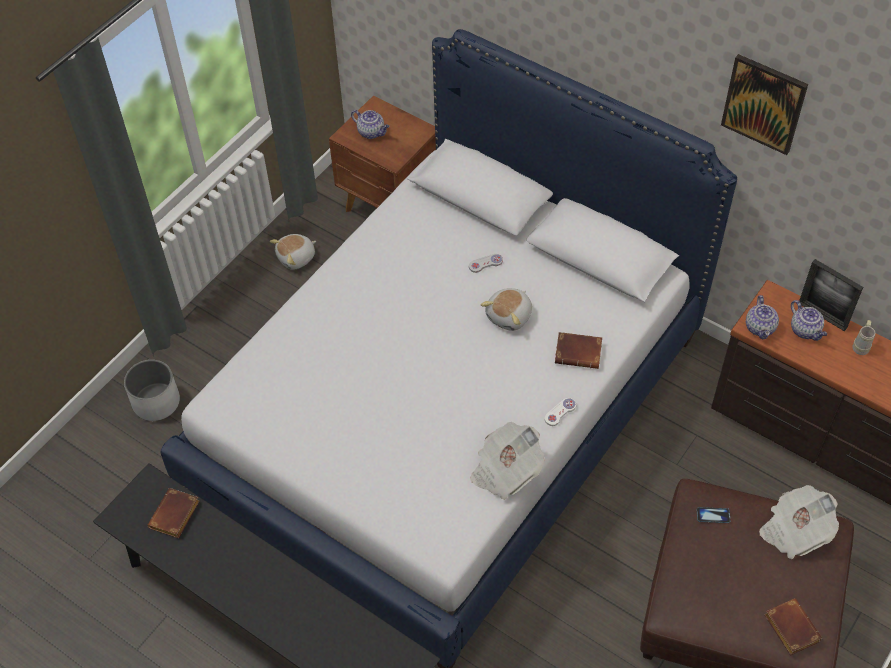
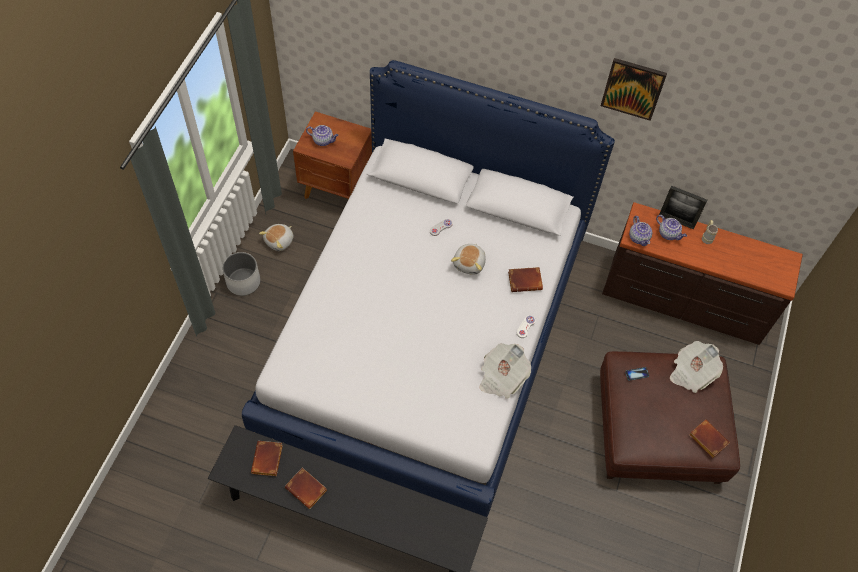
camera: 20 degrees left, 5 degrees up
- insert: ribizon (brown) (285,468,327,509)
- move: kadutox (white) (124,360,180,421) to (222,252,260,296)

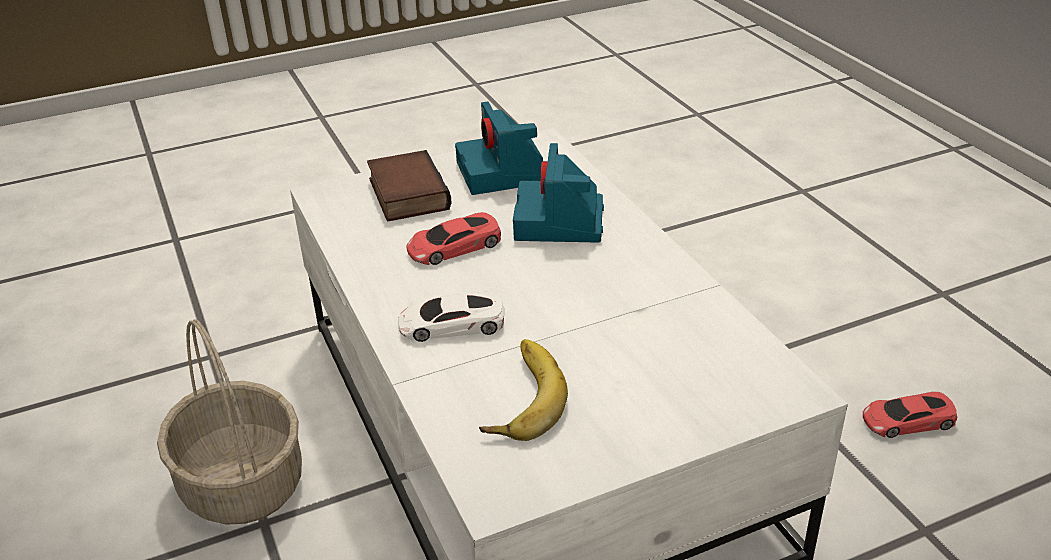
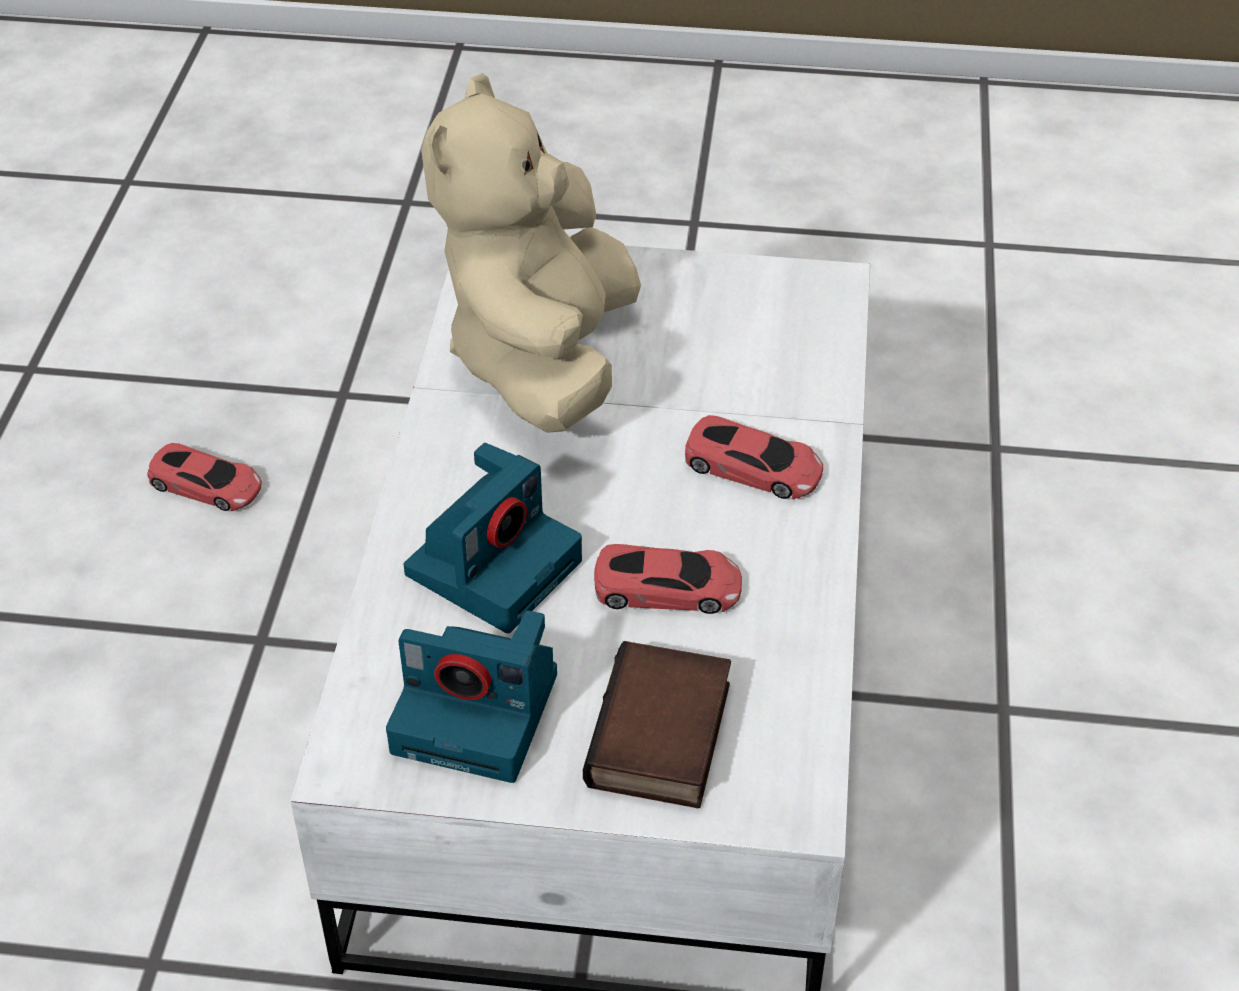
camera: 150 degrees left, 10 degrees up
- delete: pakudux (157,319,302,525)
- delete: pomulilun (479,339,568,441)
- insert: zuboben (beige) (421,73,641,433)
- recolor: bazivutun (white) (398,292,504,342) to bazivutun (red) (685,415,823,500)
- rotate: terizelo (455,101,543,195) = (386,610,557,783) 90 degrees clockwise

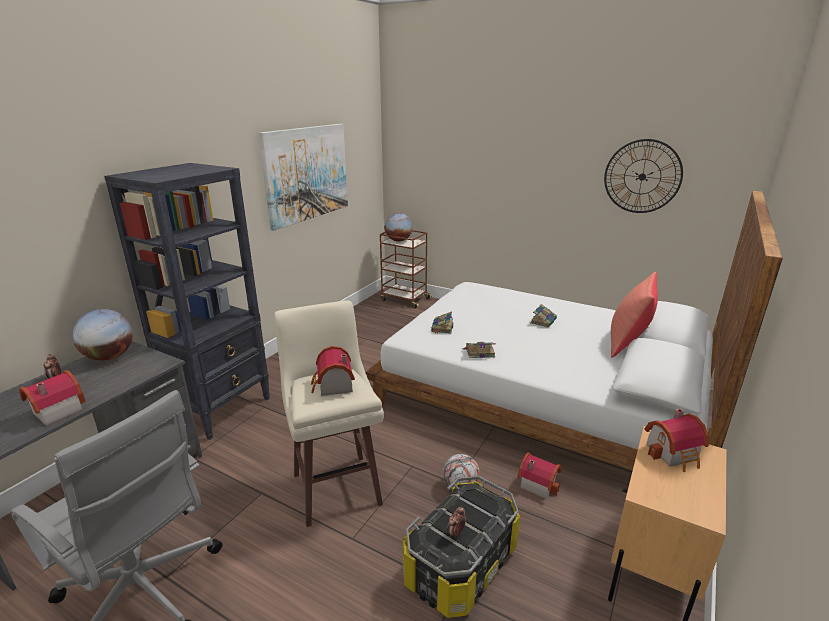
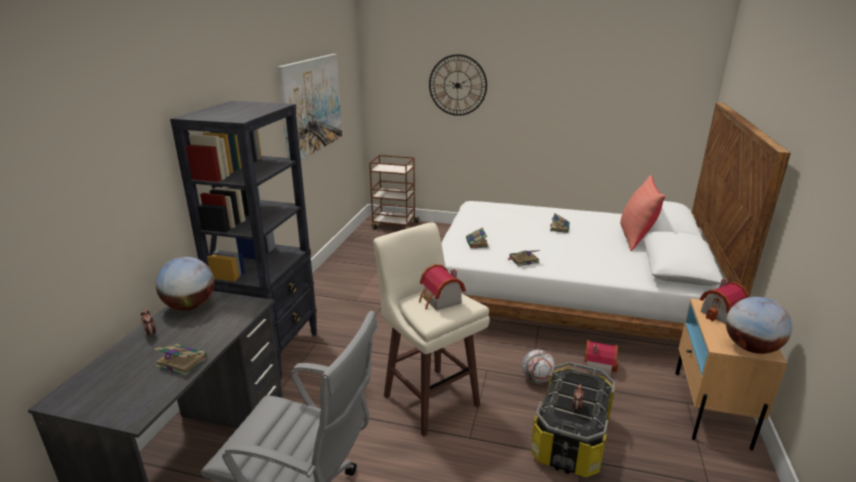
camera: 15 degrees left, 0 degrees up
- move: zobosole (384,213,413,242) to (726,297,792,354)
- move: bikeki (604,139,683,213) to (429,54,487,116)
- replace: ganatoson (19,370,86,426) to ribizon (154,344,207,376)

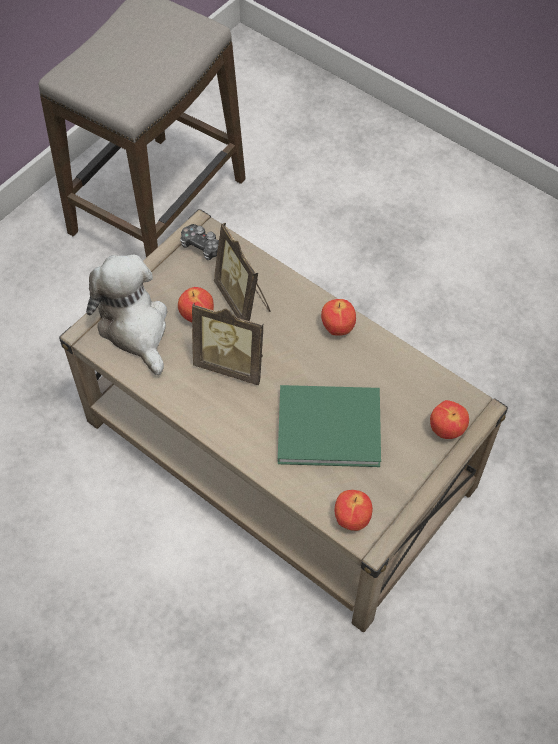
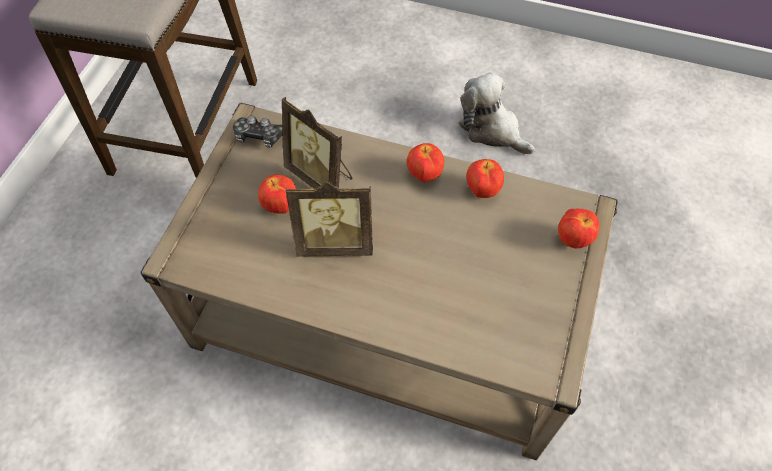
camera: 20 degrees left, 0 degrees up
- delete: ribizon (green) (278,385,381,467)
- move: zuboben (86,255,167,375) to (459,72,535,154)
- move: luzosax (334,490,373,531) to (466,159,504,198)

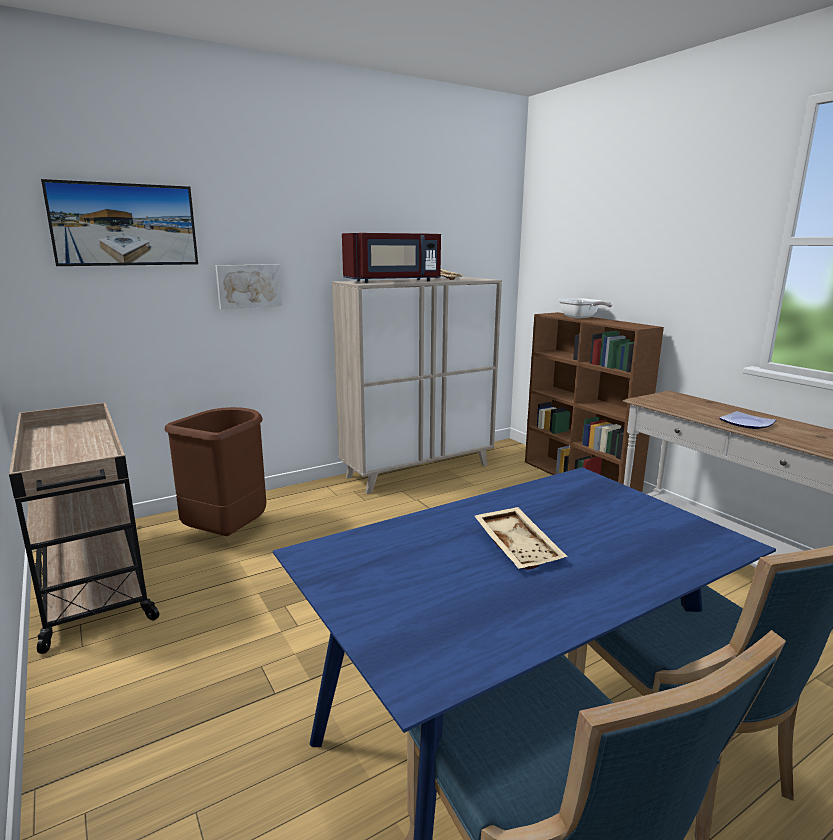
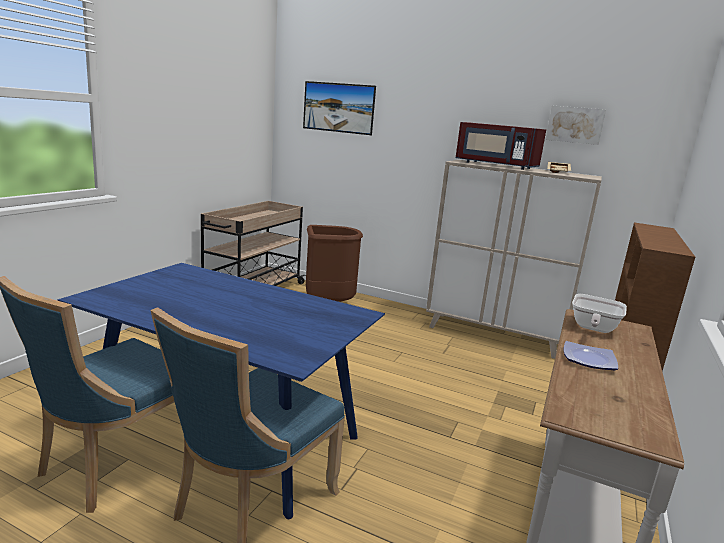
camera: 55 degrees right, 0 degrees up
- delete: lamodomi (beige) (474,507,568,570)
- move: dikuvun (215,264,282,309) to (545,106,606,145)
- move: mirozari (558,298,613,319) to (572,294,627,333)

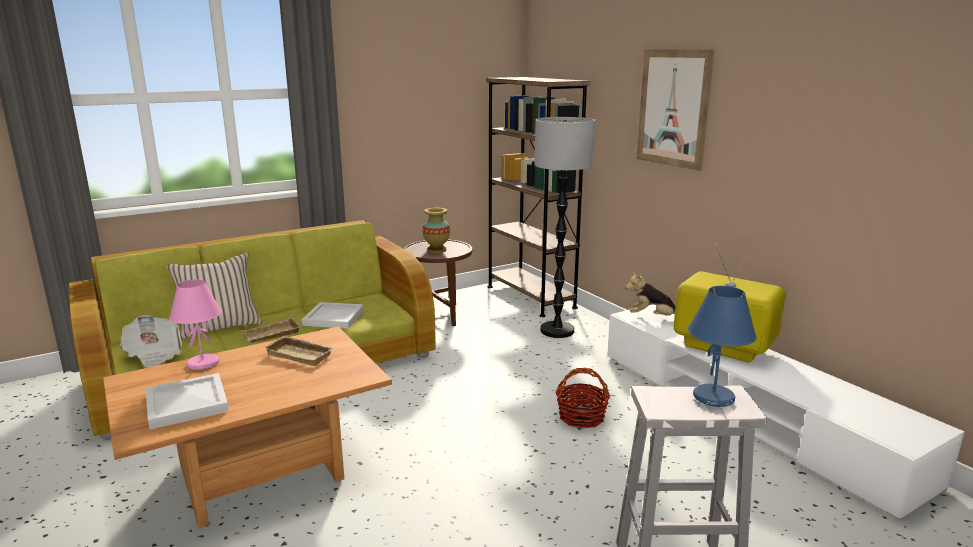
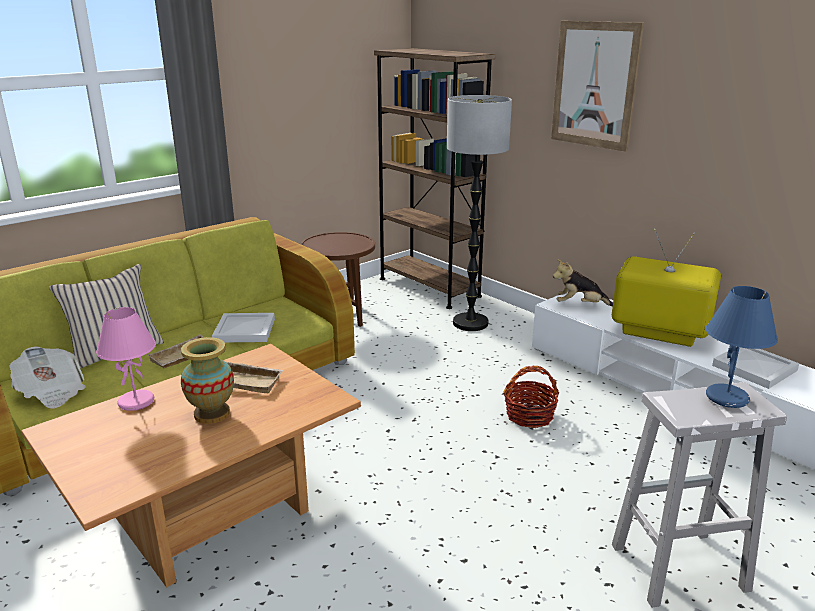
camera: 10 degrees left, 5 degrees up
- move: lamodomi (white) (146,373,229,429) to (712,347,799,389)
- move: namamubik (423,208,450,253) to (181,337,234,424)

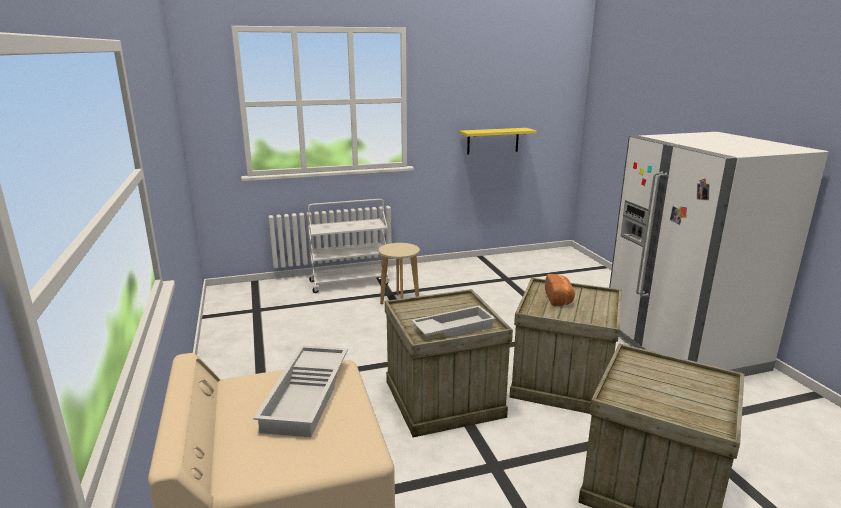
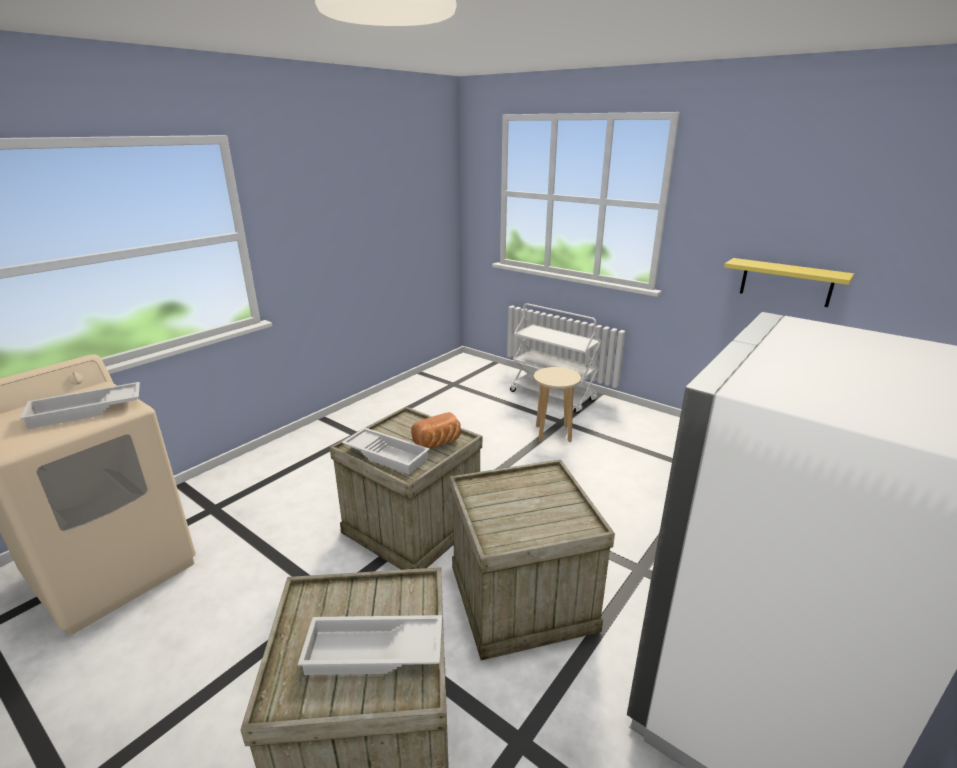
camera: 55 degrees right, 5 degrees up
- insert: lamodomi (white) (298,615,442,675)
- move: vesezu (545,274,575,306) to (411,412,461,449)

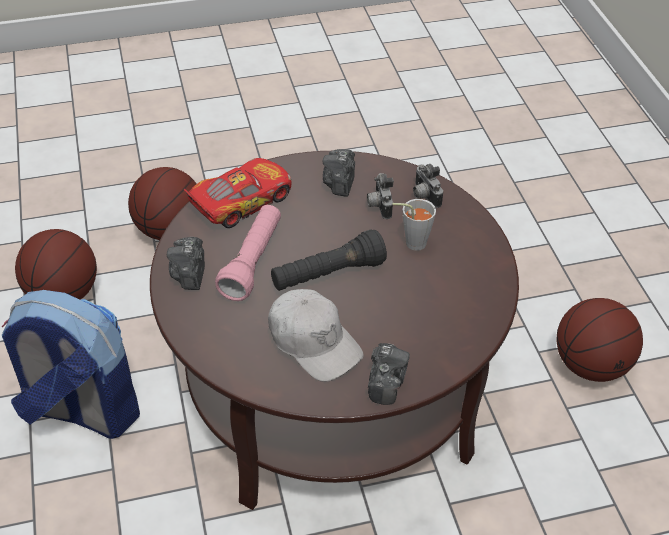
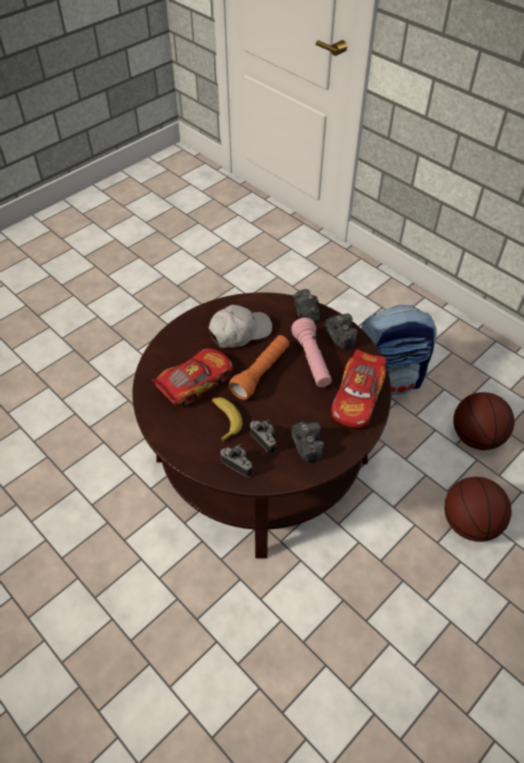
camera: 150 degrees right, 5 degrees up
- delete: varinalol (556,298,643,382)
- insert: bazivutun (152,348,233,407)
- move: terizelo (368,343,410,405) to (294,289,320,322)
- replace: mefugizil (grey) (393,199,436,251) to pomulilun (212,398,243,442)
- recolor: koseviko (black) (271,229,387,291) to koseviko (orange) (229,335,290,400)
- rotate: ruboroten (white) (268,289,363,382) = (208,305,272,348) 135 degrees clockwise

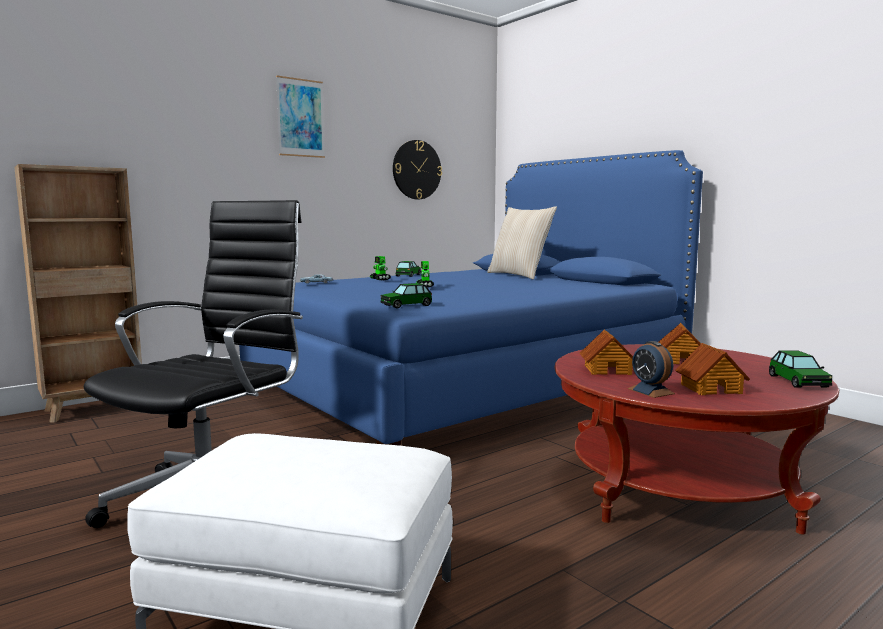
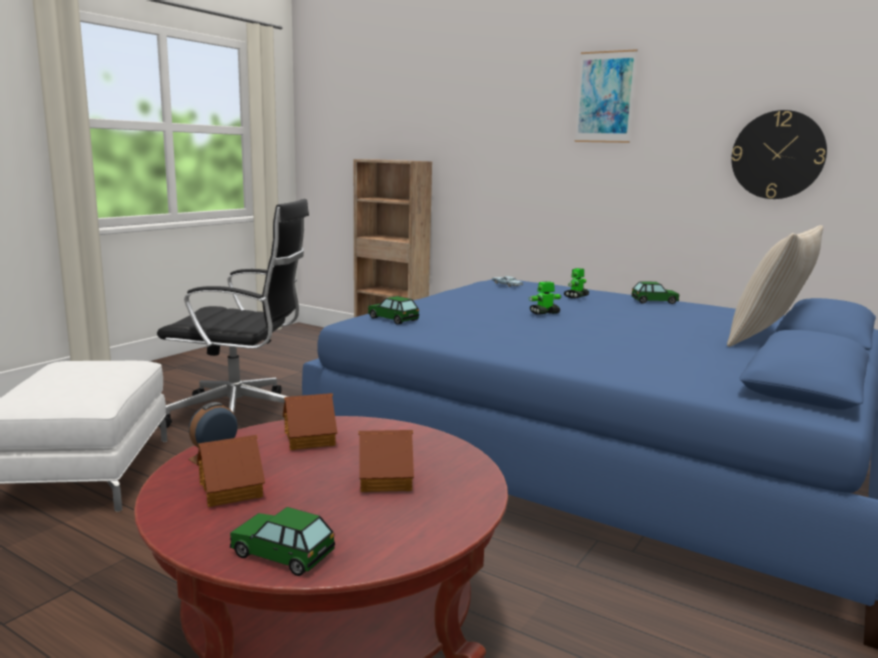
camera: 70 degrees right, 5 degrees up
- rotate: bazivutun (769,351,832,388) = (230,507,335,576) 45 degrees clockwise

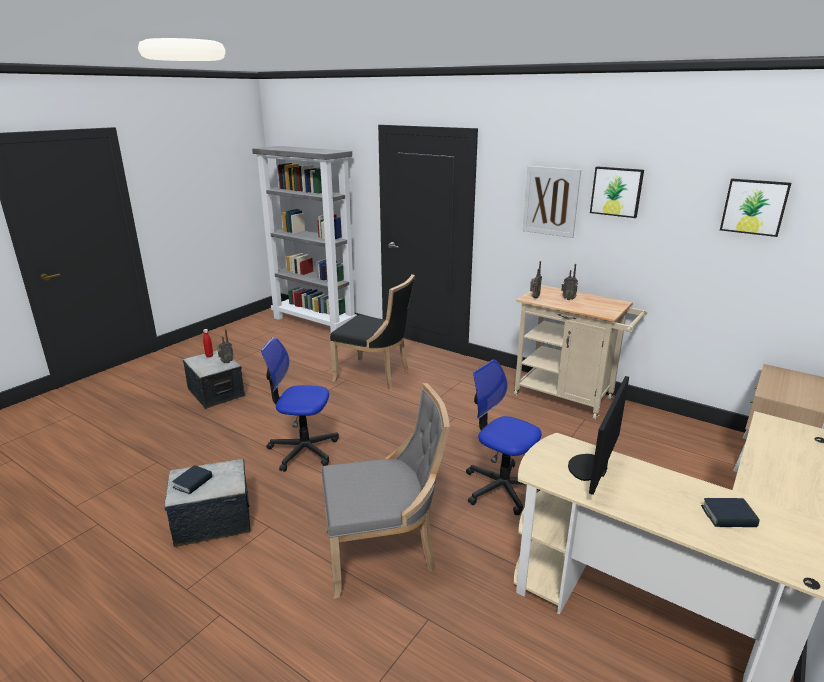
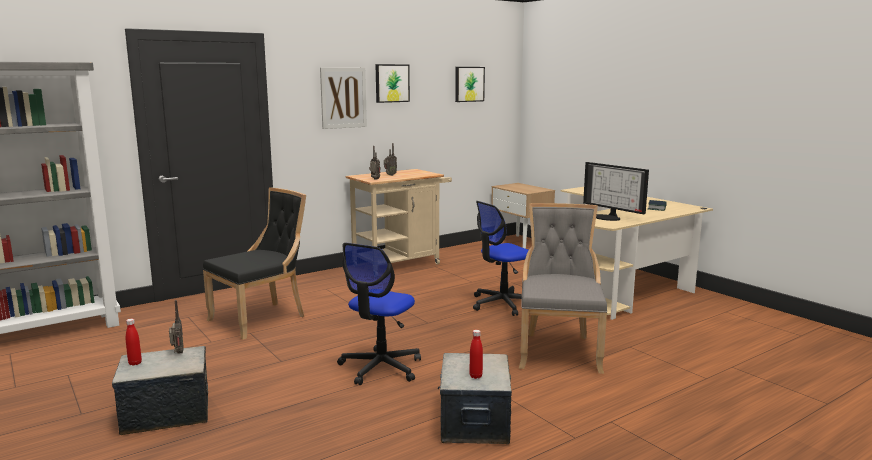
camera: 70 degrees left, 10 degrees down
- replace: ribizon (172,465,212,495) to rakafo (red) (469,330,483,379)

